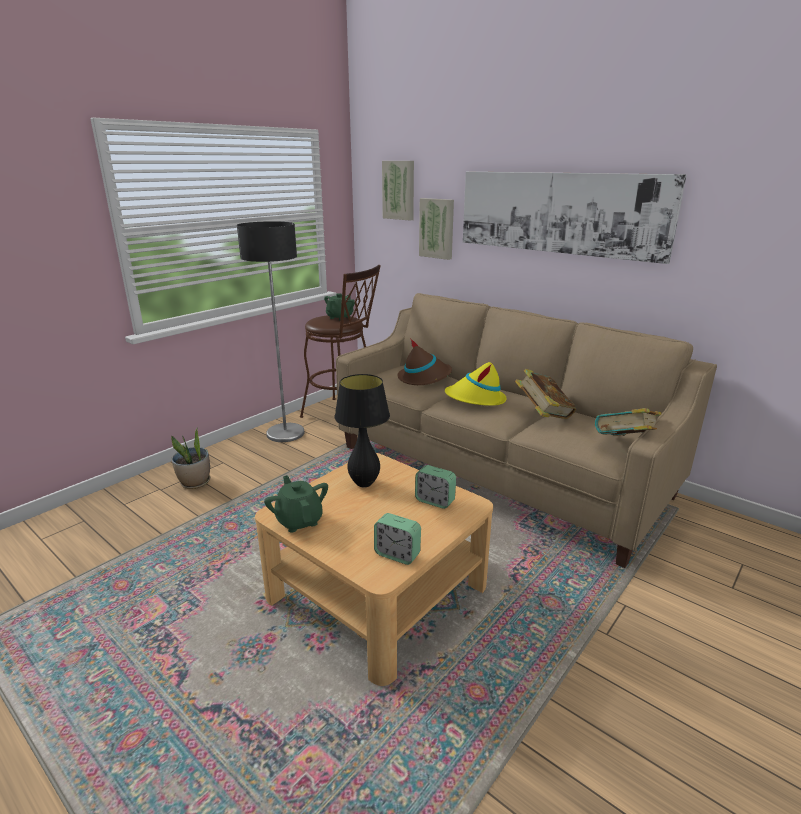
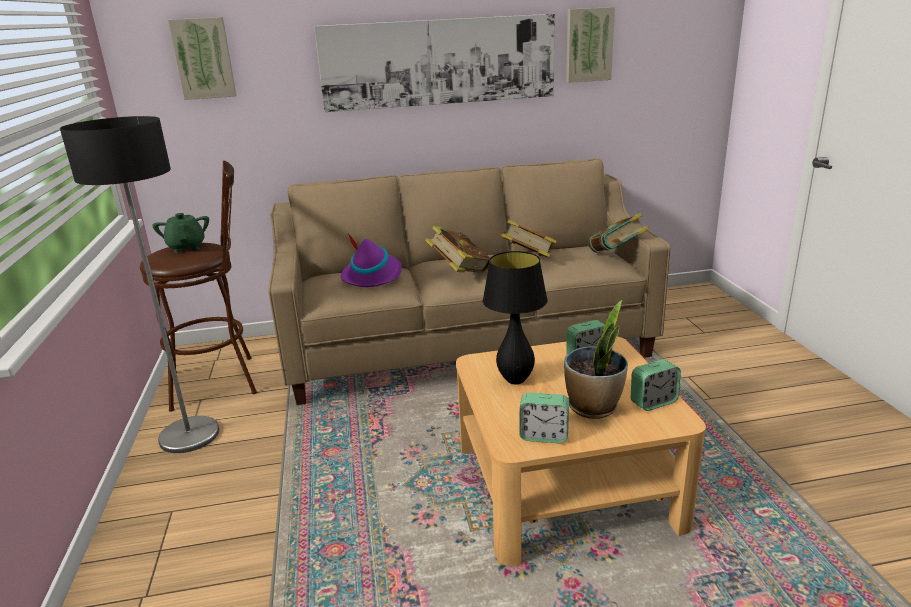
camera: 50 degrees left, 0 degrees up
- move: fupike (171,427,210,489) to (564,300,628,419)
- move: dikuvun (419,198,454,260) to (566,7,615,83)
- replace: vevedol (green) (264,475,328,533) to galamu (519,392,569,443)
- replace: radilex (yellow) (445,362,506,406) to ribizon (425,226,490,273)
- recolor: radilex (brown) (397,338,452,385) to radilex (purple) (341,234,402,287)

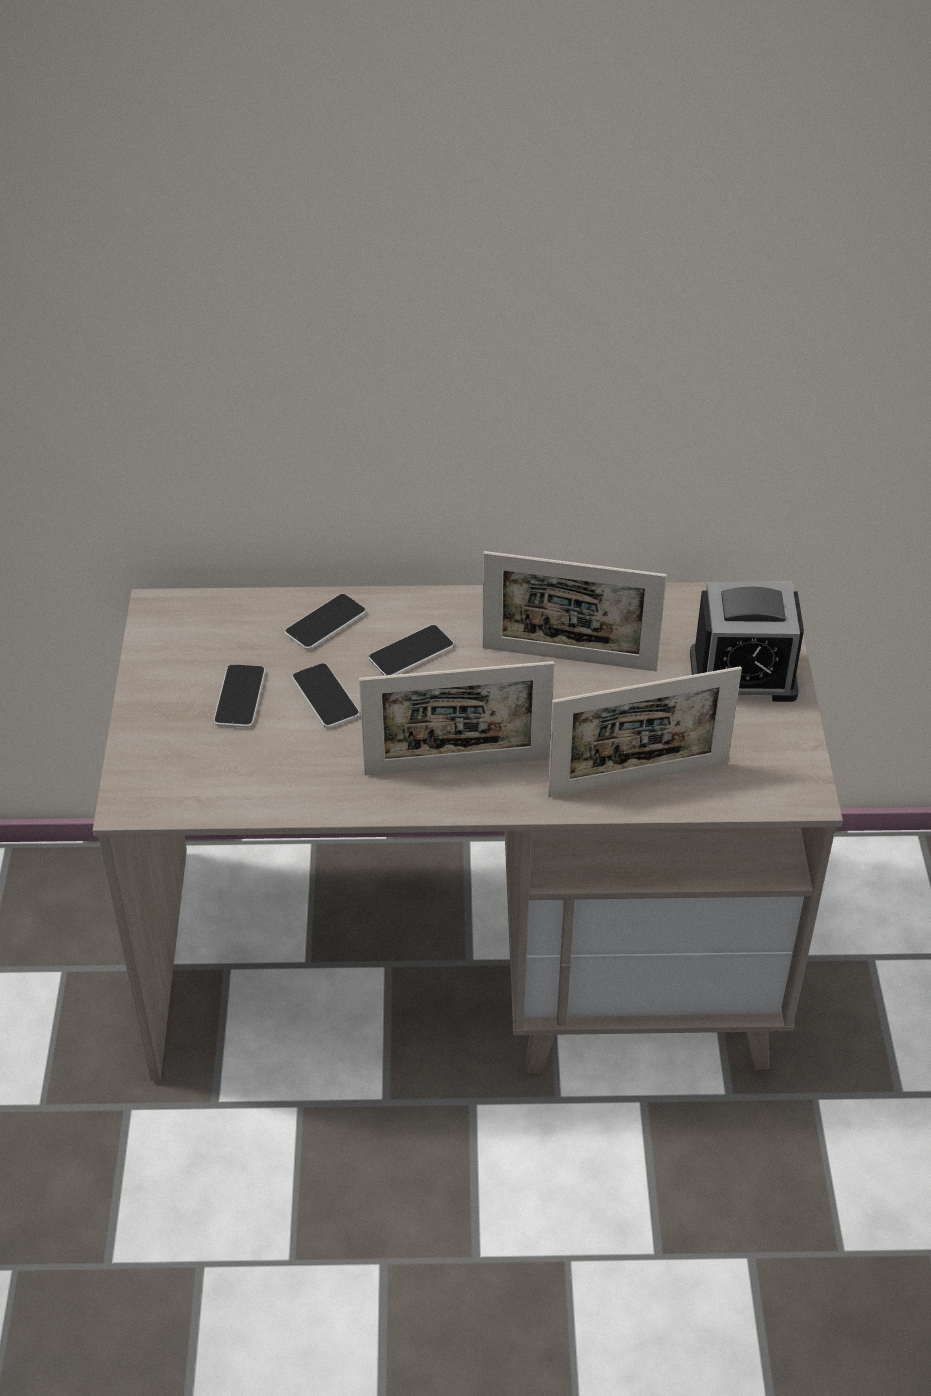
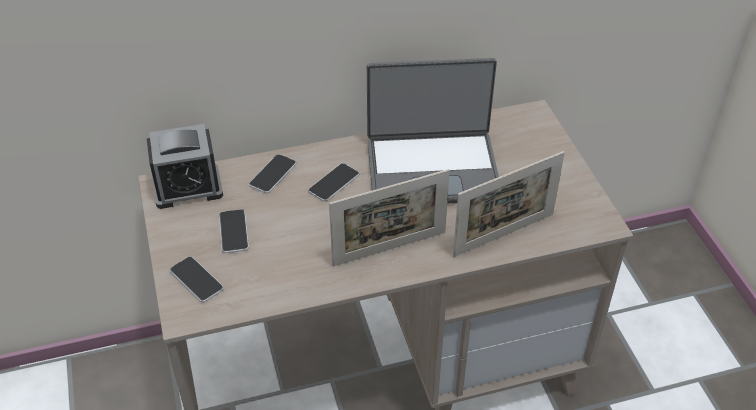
camera: 15 degrees left, 0 degrees up
- move: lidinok (292,663,360,728) to (170,256,224,302)
- move: galamu (690,582,804,702) to (147,124,223,209)
- replace: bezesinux (482,551,667,671) to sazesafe (367,58,499,204)

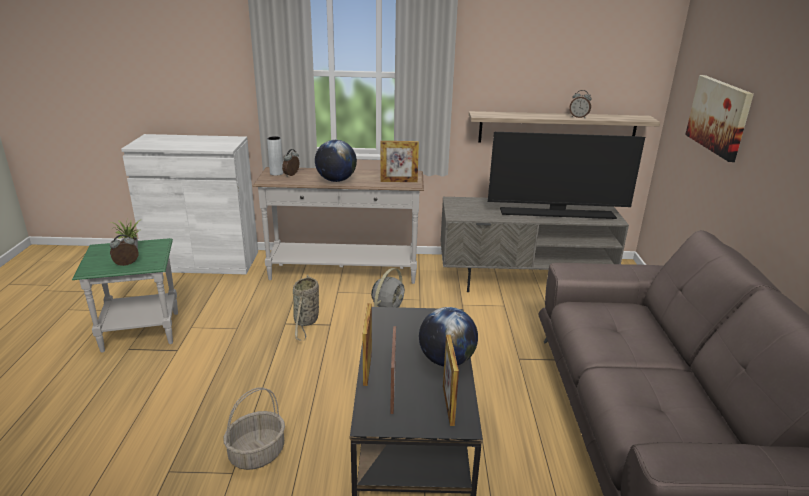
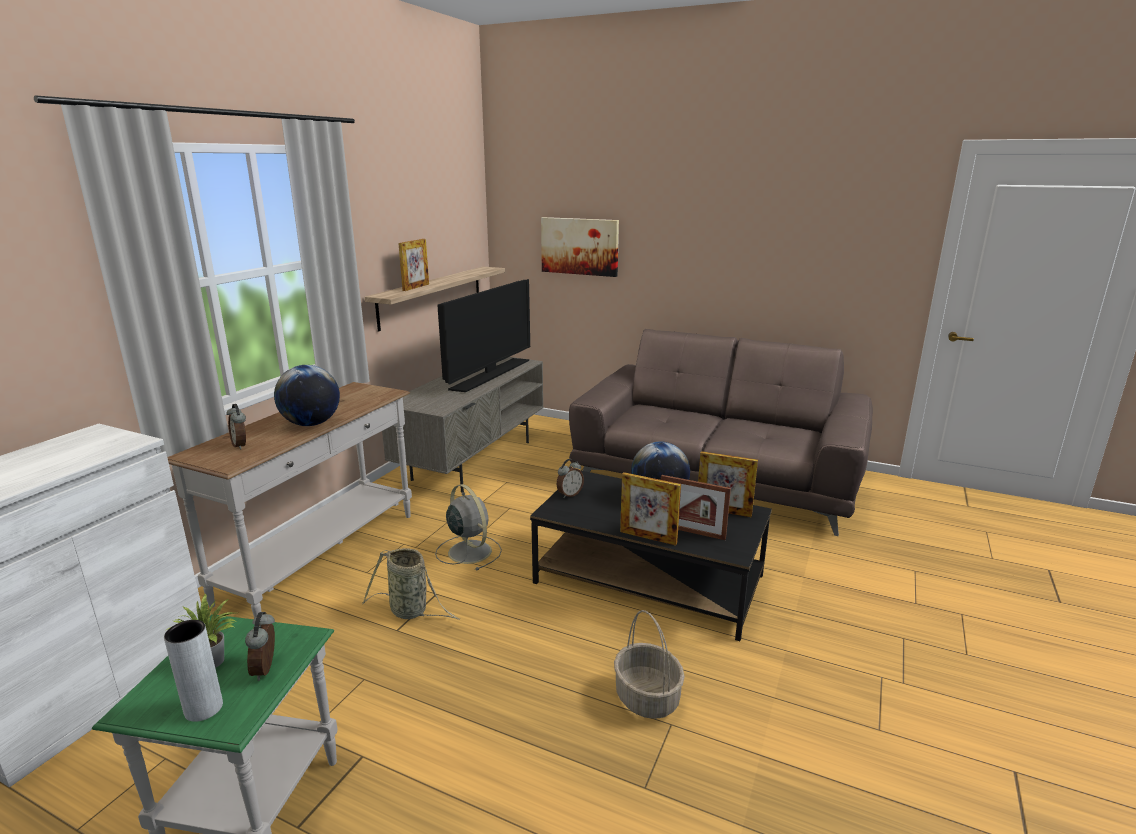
camera: 65 degrees left, 5 degrees down
- move: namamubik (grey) (267,136,283,176) to (164,620,223,722)
- move: bezesinux (380,141,419,182) to (398,239,429,291)
- move: galamu (570,90,591,118) to (557,459,584,498)

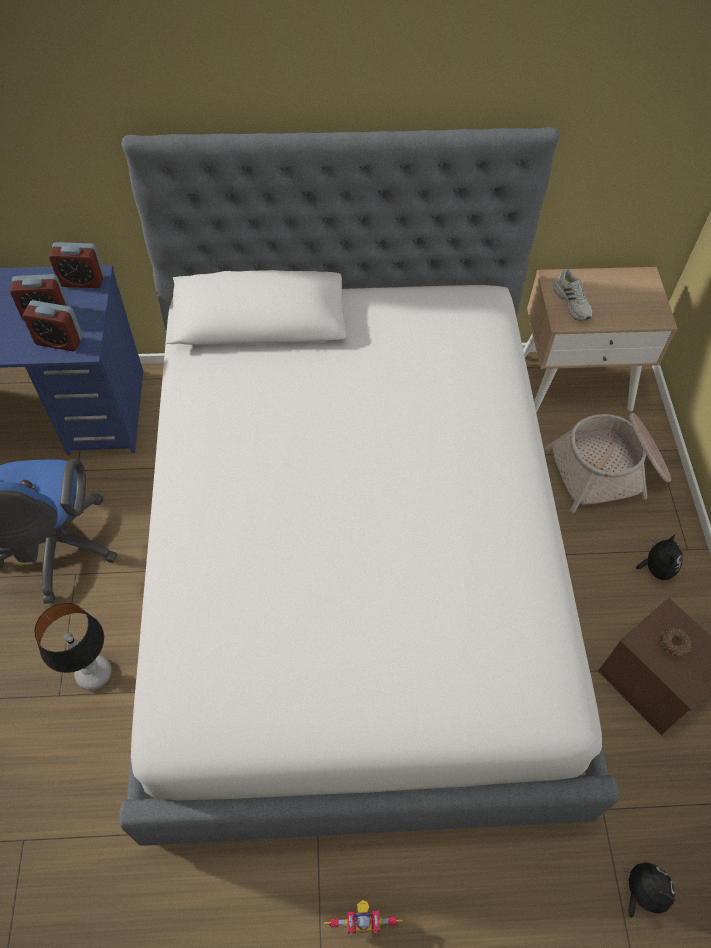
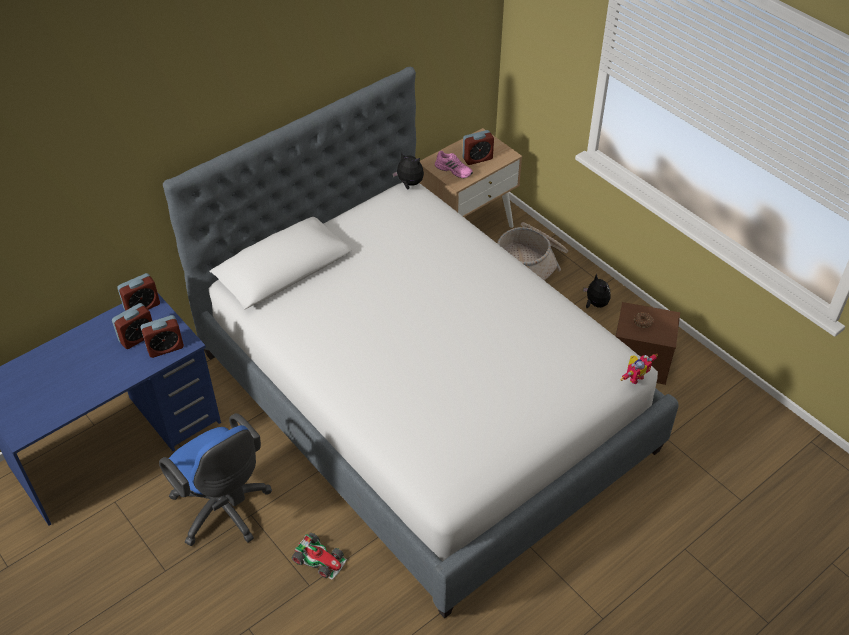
camera: 35 degrees left, 10 degrees down
- insert: galamu (463,130,494,165)
- move: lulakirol (324,900,403,934) to (621,354,658,384)
- move: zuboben (621,863,675,918) to (392,152,424,189)
- replace: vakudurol (34,603,111,690) to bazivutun (292,533,347,580)
- recolor: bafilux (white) (553,269,592,321) to bafilux (pink) (435,151,473,178)

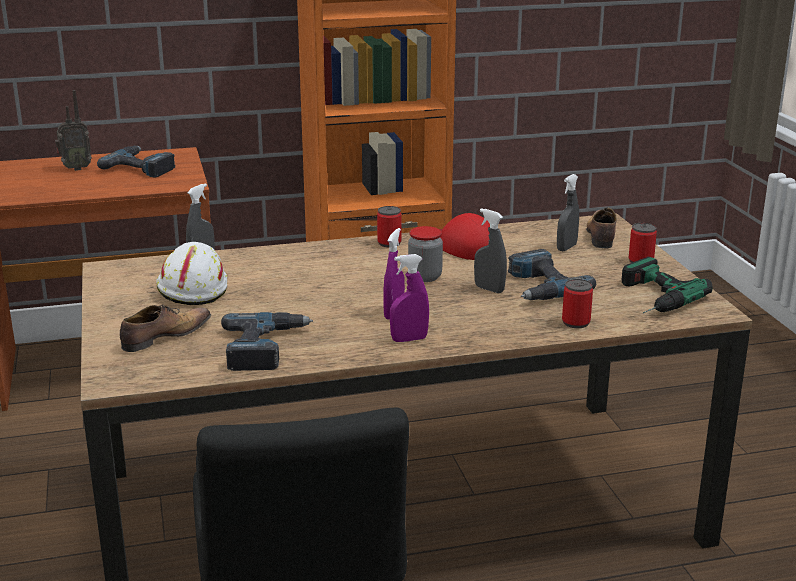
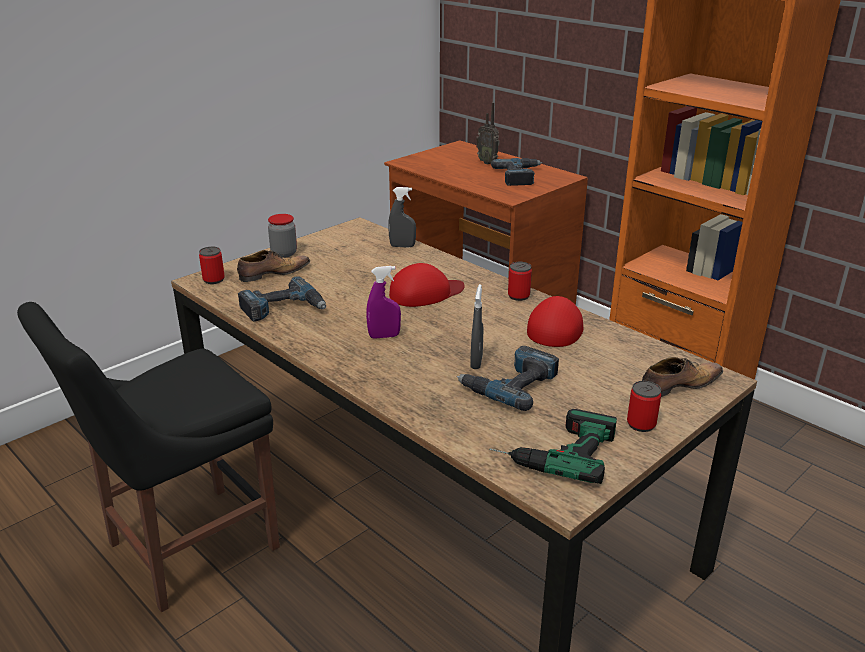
camera: 60 degrees right, 5 degrees up
- delete: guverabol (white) (156,242,227,305)
- delete: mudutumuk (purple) (390,254,429,342)
- delete: mudutumuk (grey) (557,174,579,251)
- insert: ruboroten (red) (389,263,465,307)
- move: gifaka (408,226,443,282) to (268,214,297,258)
- move: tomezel (562,279,593,328) to (199,247,225,284)
- rotate: bafilux (120,304,211,352) = (237,250,310,282) 45 degrees counterclockwise

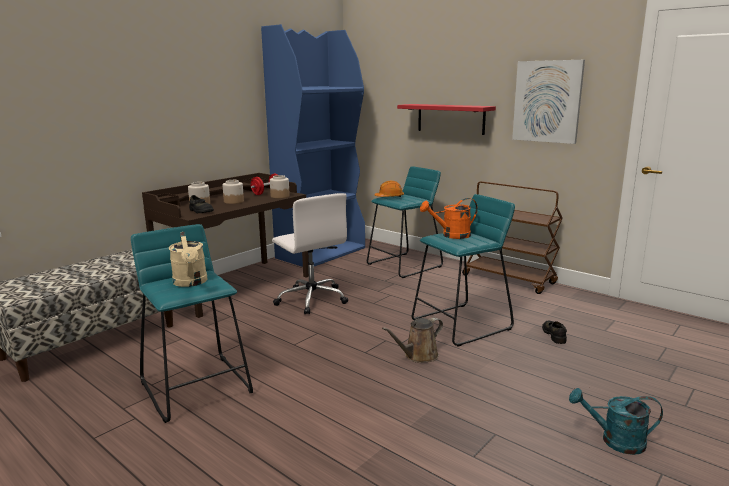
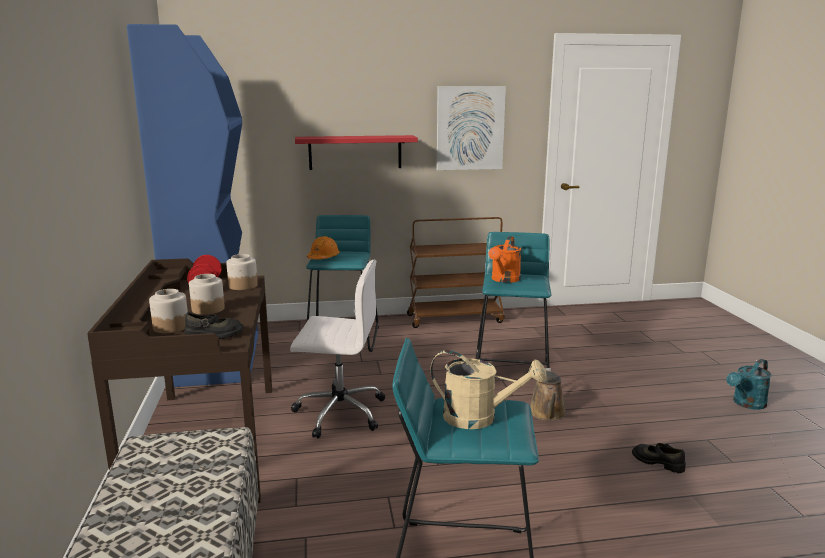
camera: 50 degrees left, 0 degrees up
- move: bafilux (black) (542,321,567,344) to (632,443,686,473)

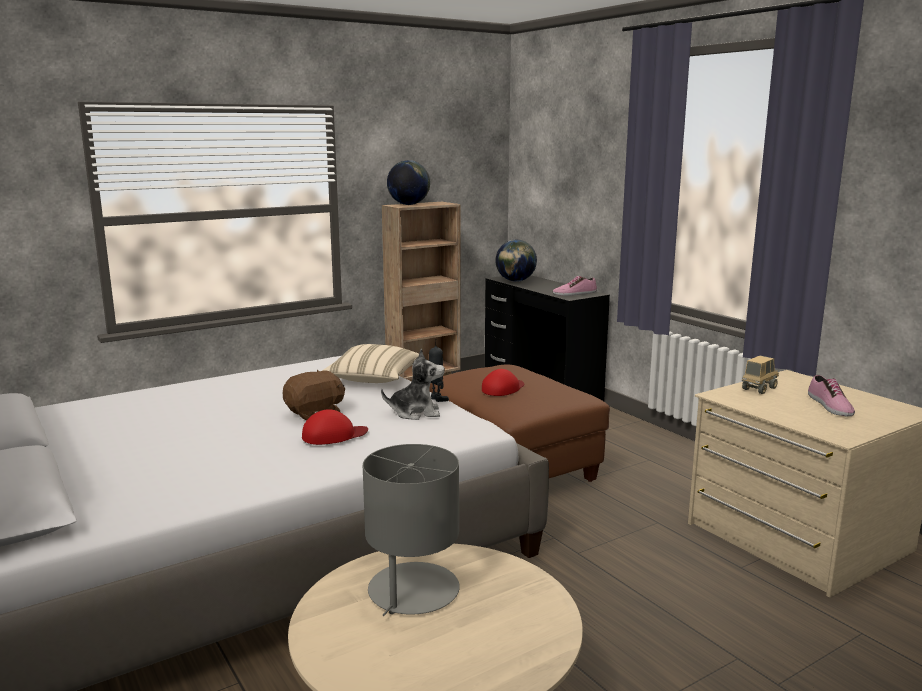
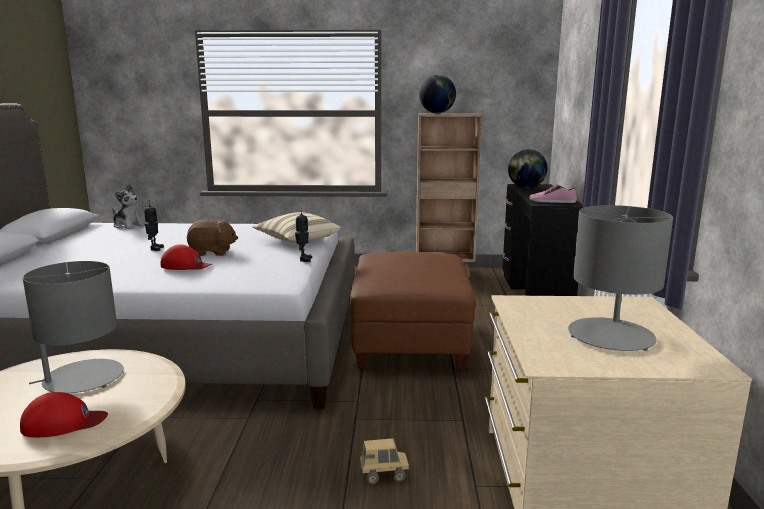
camera: 35 degrees right, 0 degrees up
- insert: lulakirol (144,202,164,251)
- move: zuboben (381,349,445,420) to (112,184,145,229)
- move: ruboroten (red) (482,369,524,396) to (20,392,108,437)
- move: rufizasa (742,356,779,394) to (360,438,409,484)
- replace: bafilux (808,375,855,416) to vakudurol (grey) (568,205,673,351)

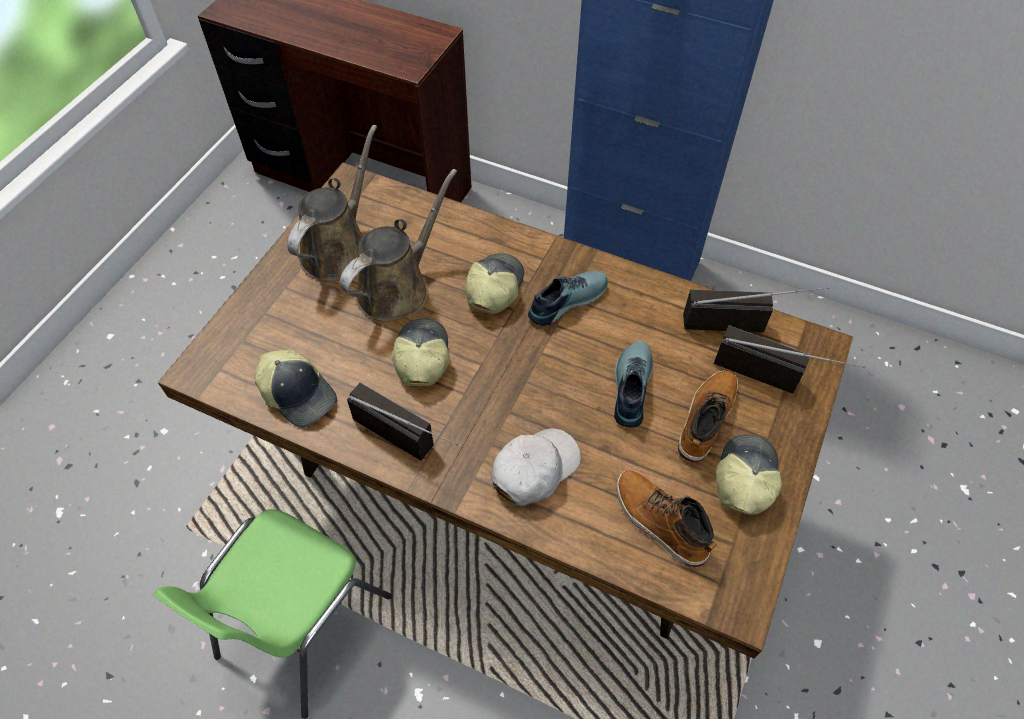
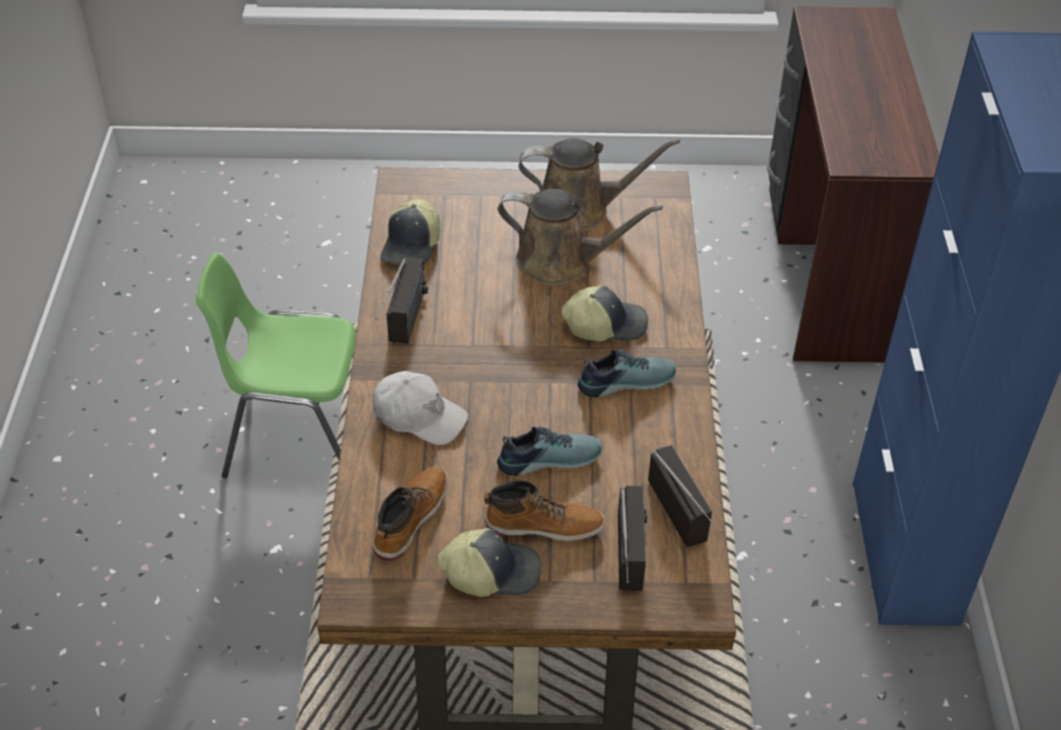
camera: 65 degrees right, 10 degrees down
- delete: ruboroten (392,318,450,386)
- rotate: bafilux (528,271,608,326) = (578,349,676,398) 45 degrees counterclockwise

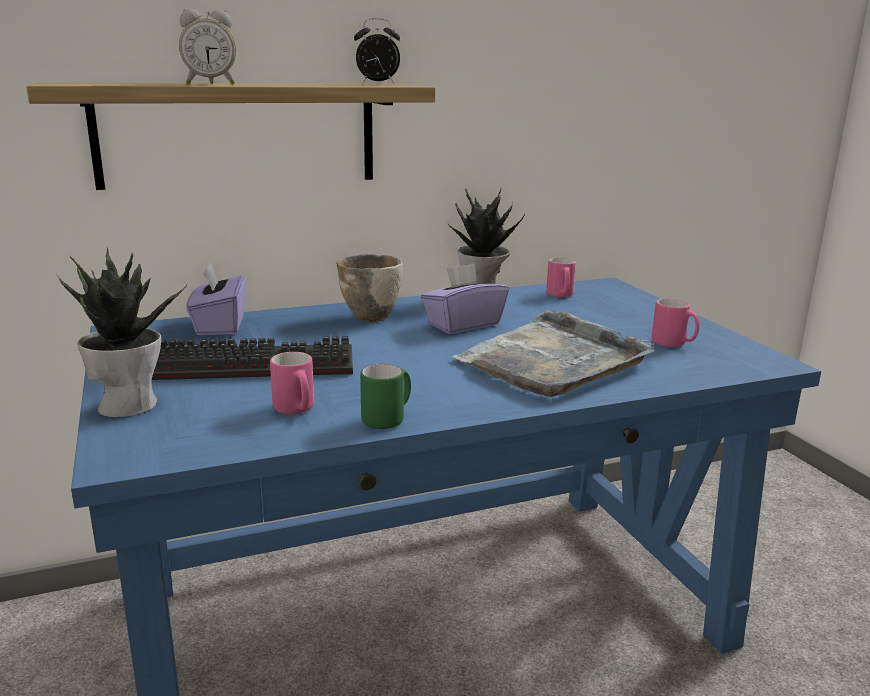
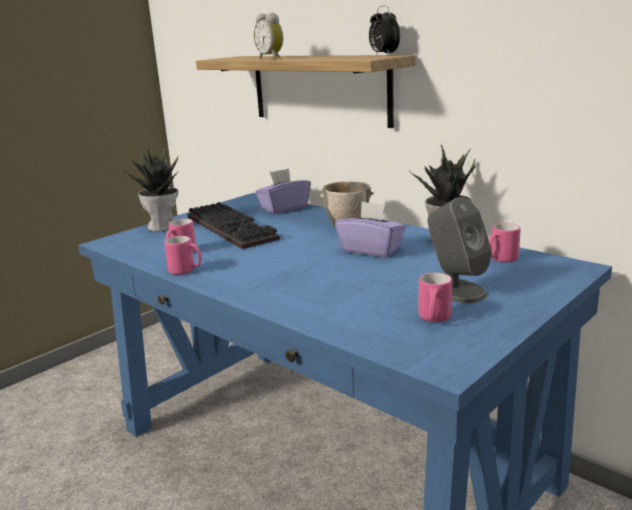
camera: 65 degrees right, 0 degrees up
- delete: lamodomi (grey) (452,310,655,397)
- insert: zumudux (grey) (428,197,492,303)
- recolor: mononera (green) (360,364,411,429) to mononera (pink) (164,236,202,275)

